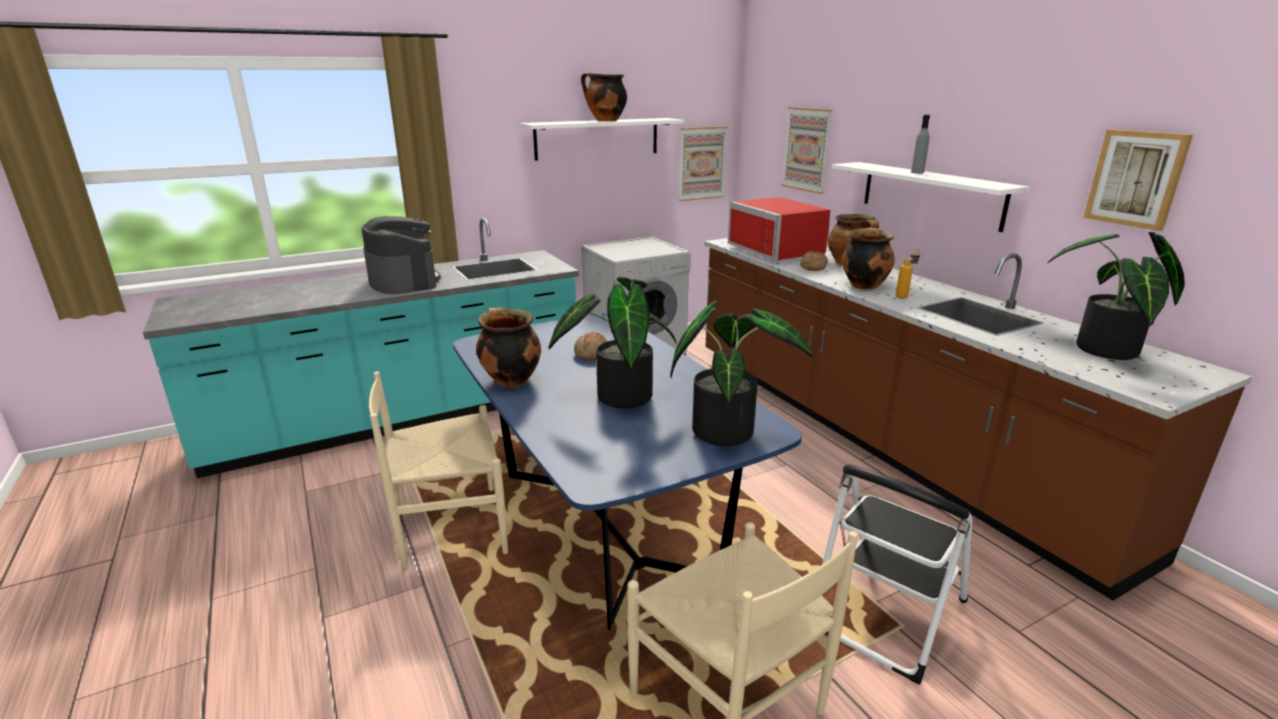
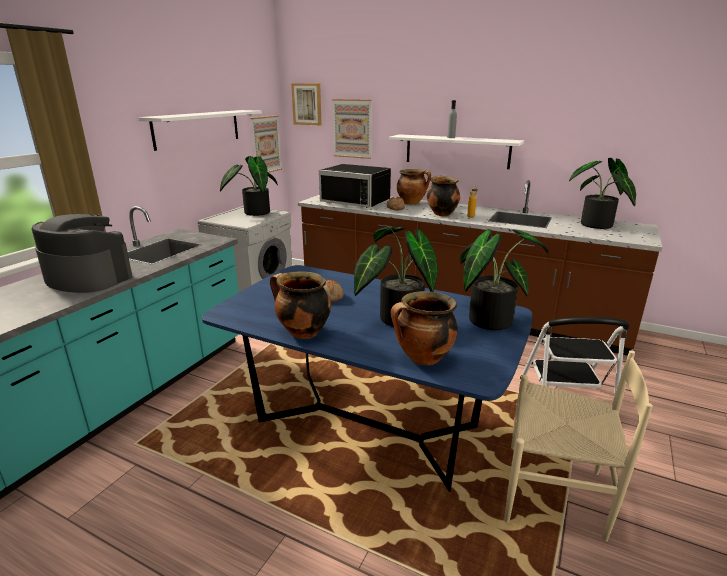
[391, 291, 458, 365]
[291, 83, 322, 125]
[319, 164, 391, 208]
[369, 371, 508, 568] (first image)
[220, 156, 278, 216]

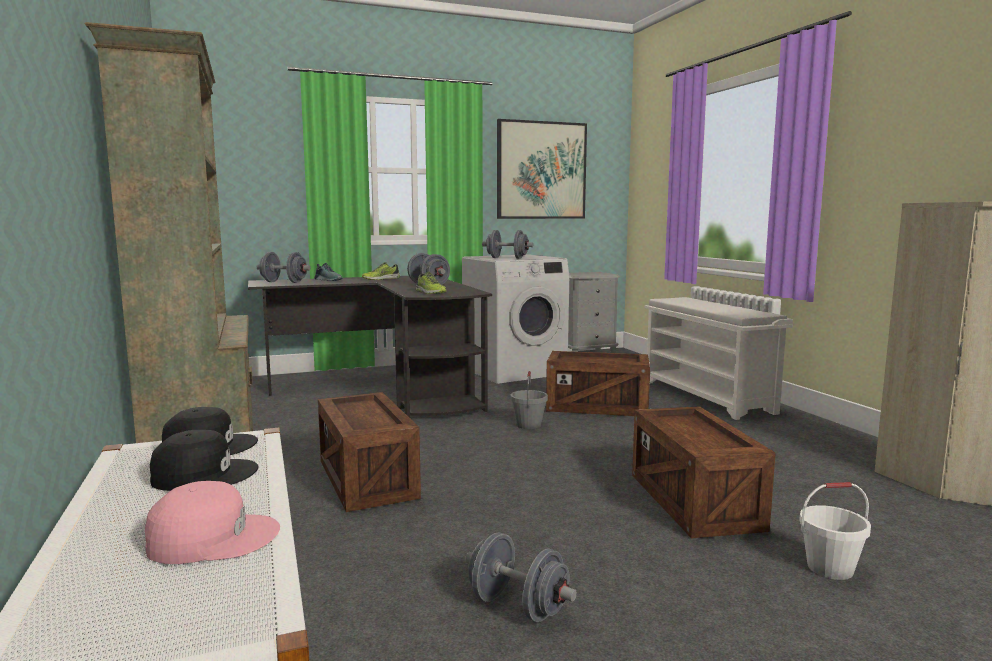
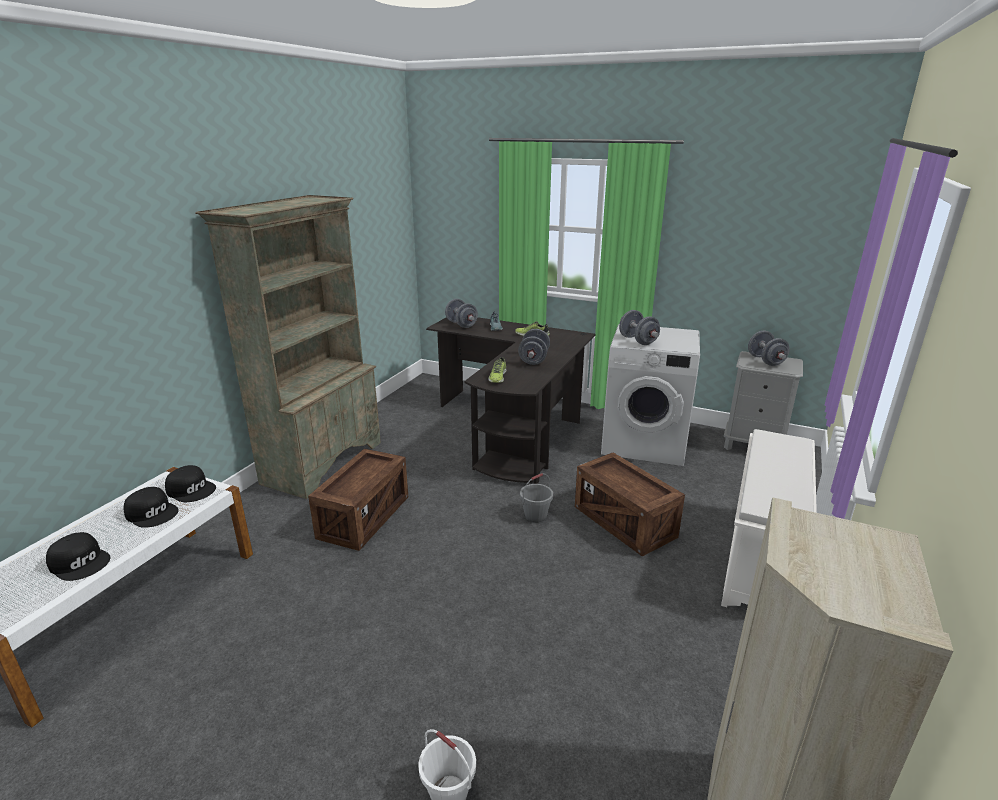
[497, 119, 587, 219] (first image)
[632, 406, 776, 538] (first image)
[46, 532, 110, 581]
[748, 331, 790, 366]

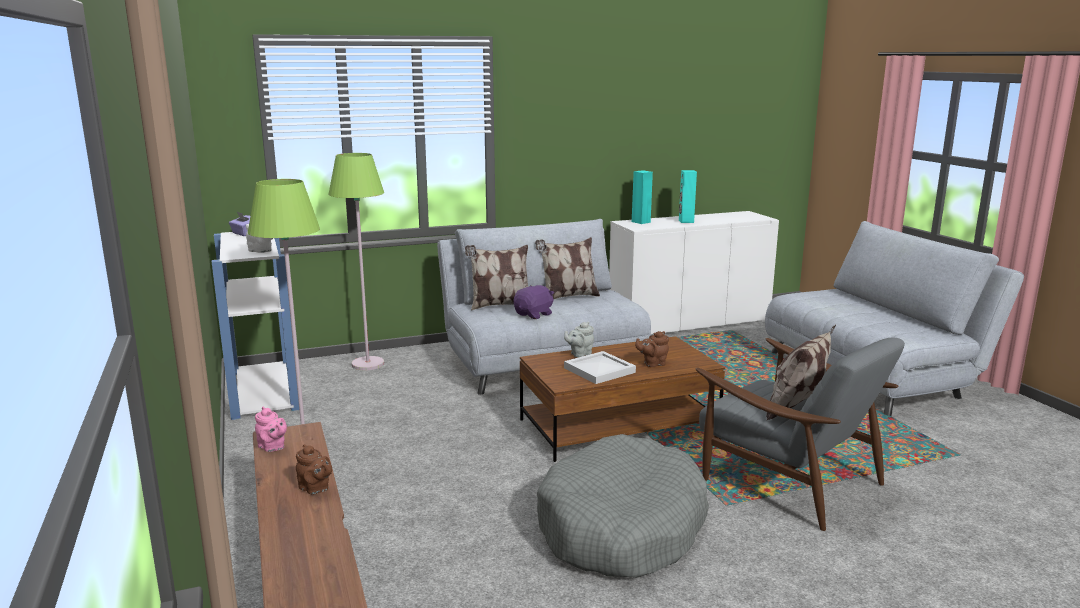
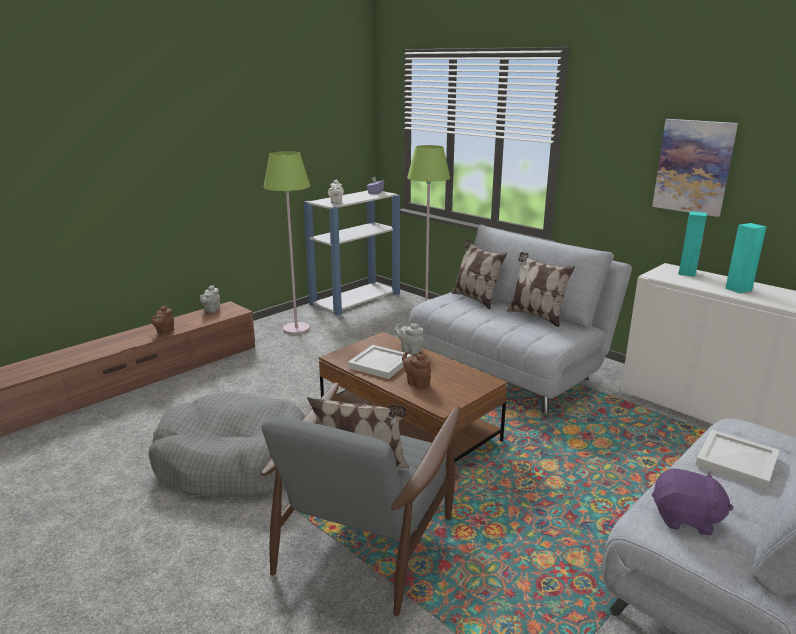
[652, 468, 733, 535]
[200, 285, 220, 313]
[652, 119, 738, 217]
[695, 430, 780, 489]

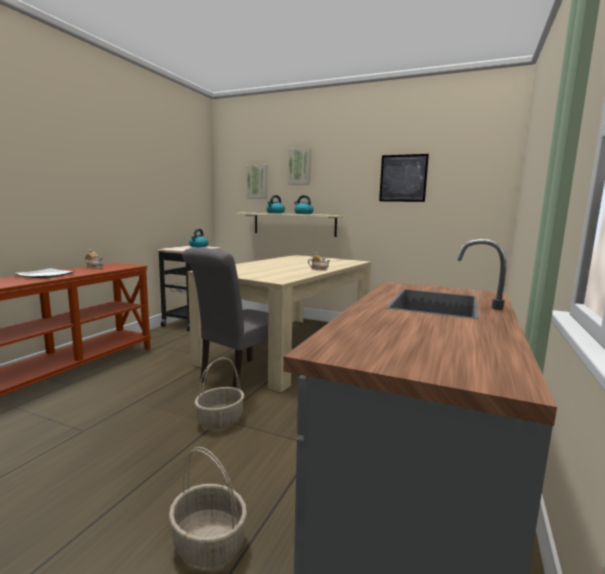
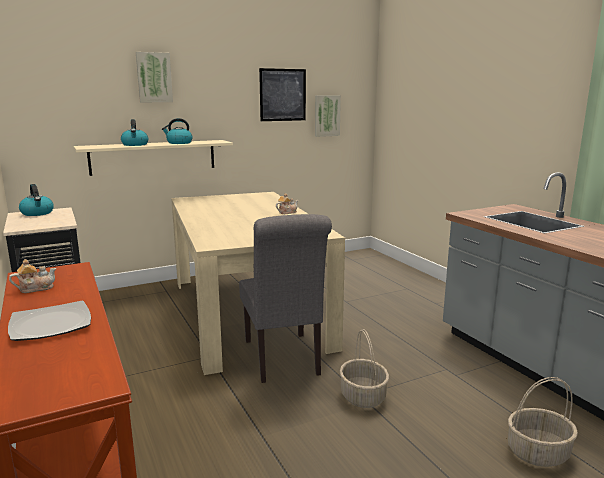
[315, 95, 341, 137]

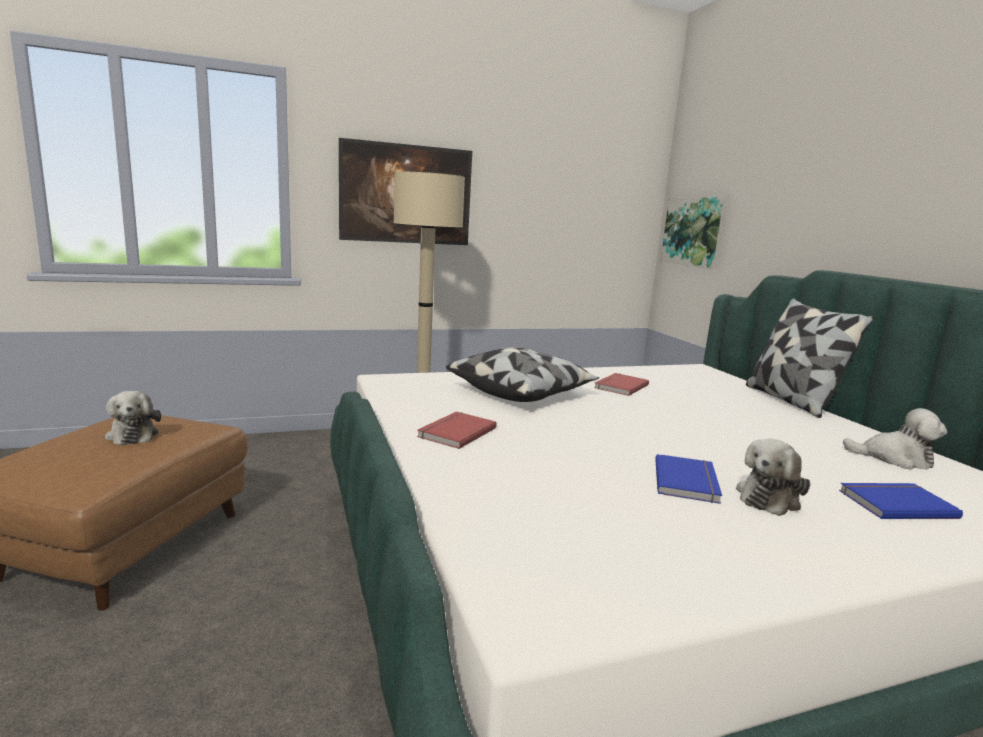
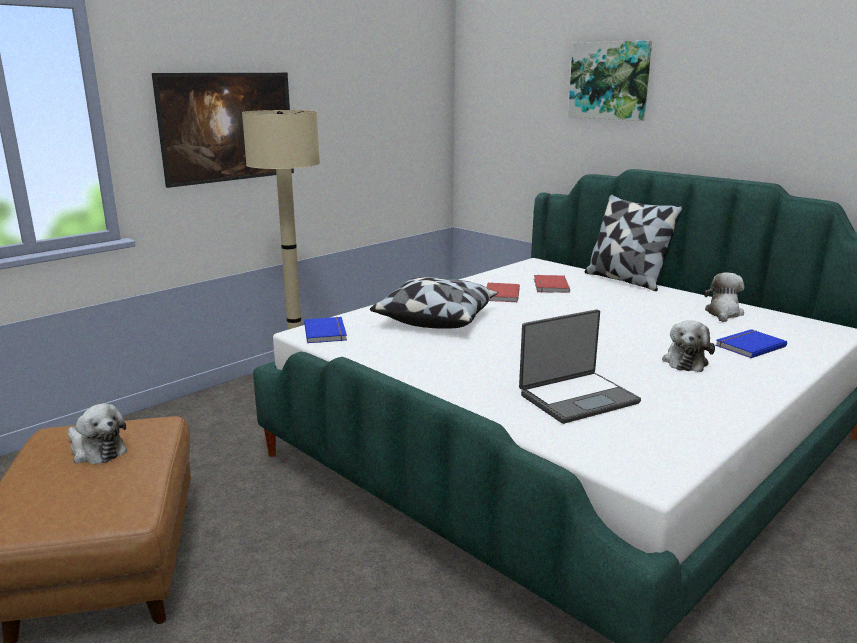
[568, 41, 652, 121]
[704, 272, 744, 322]
[534, 275, 570, 293]
[304, 317, 347, 343]
[519, 309, 641, 424]

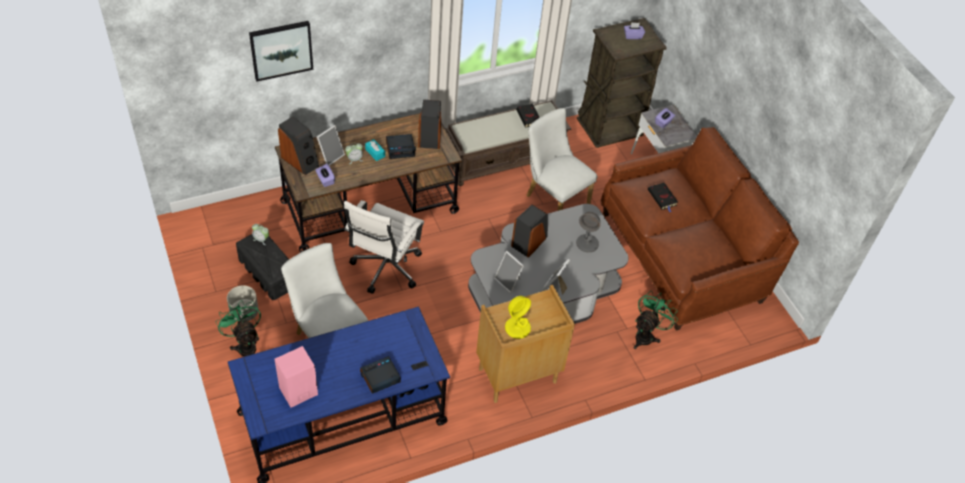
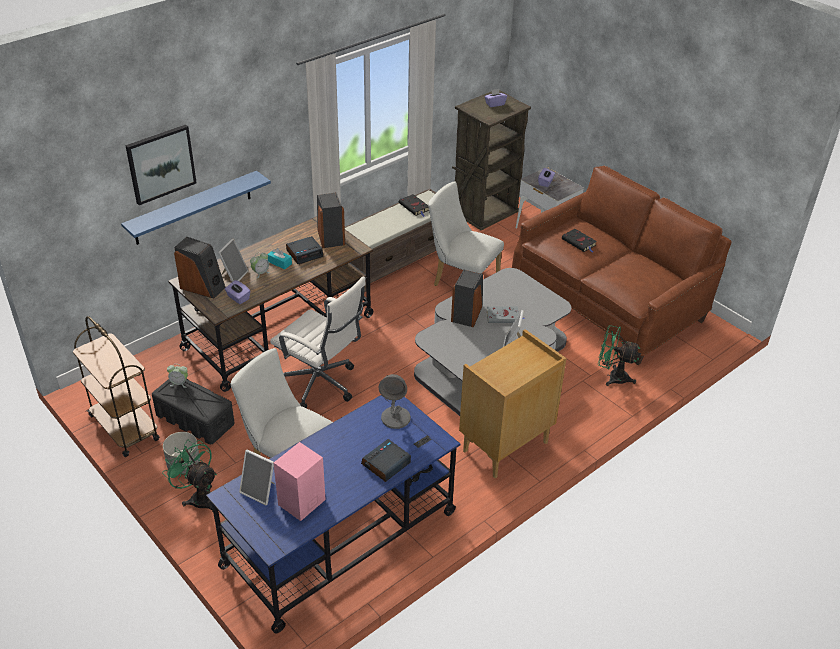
[270, 276, 365, 408]
[379, 374, 411, 429]
[239, 449, 274, 505]
[598, 325, 641, 386]
[505, 296, 531, 339] (first image)
[121, 171, 271, 245]
[487, 307, 525, 323]
[73, 316, 159, 457]

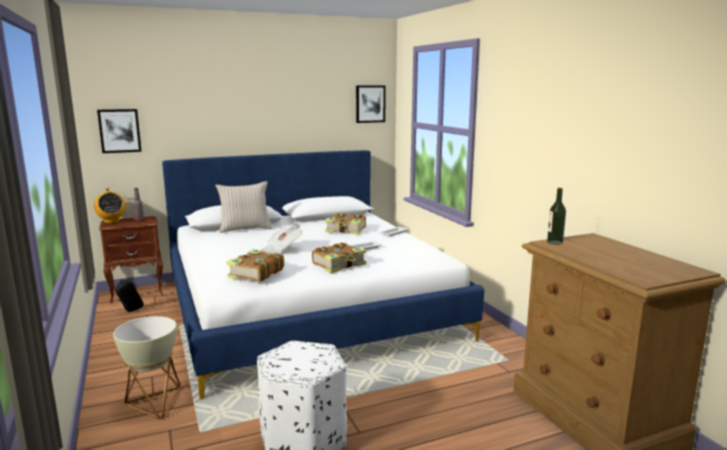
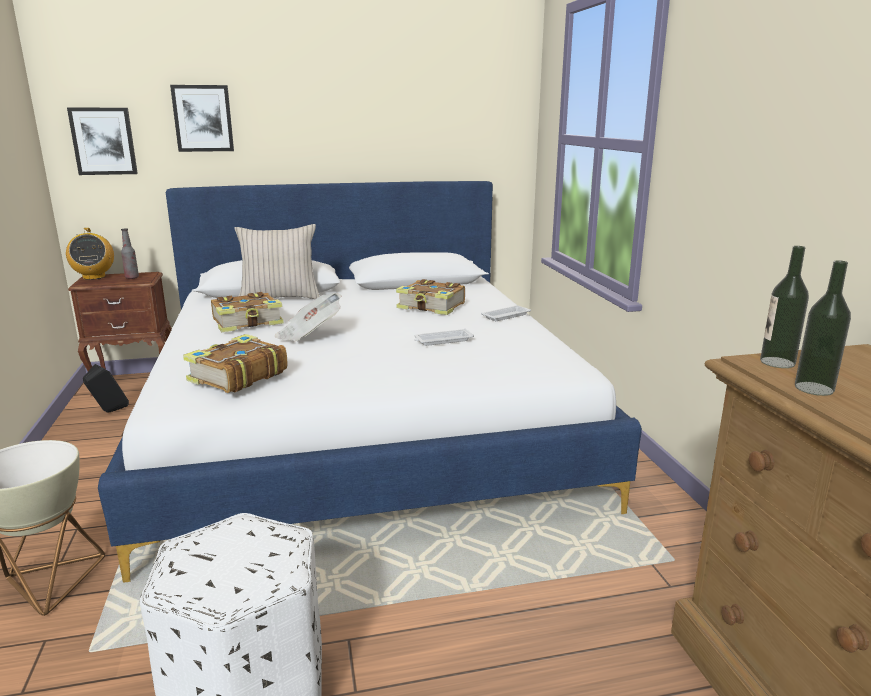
[170, 85, 234, 152]
[211, 292, 284, 332]
[795, 260, 851, 396]

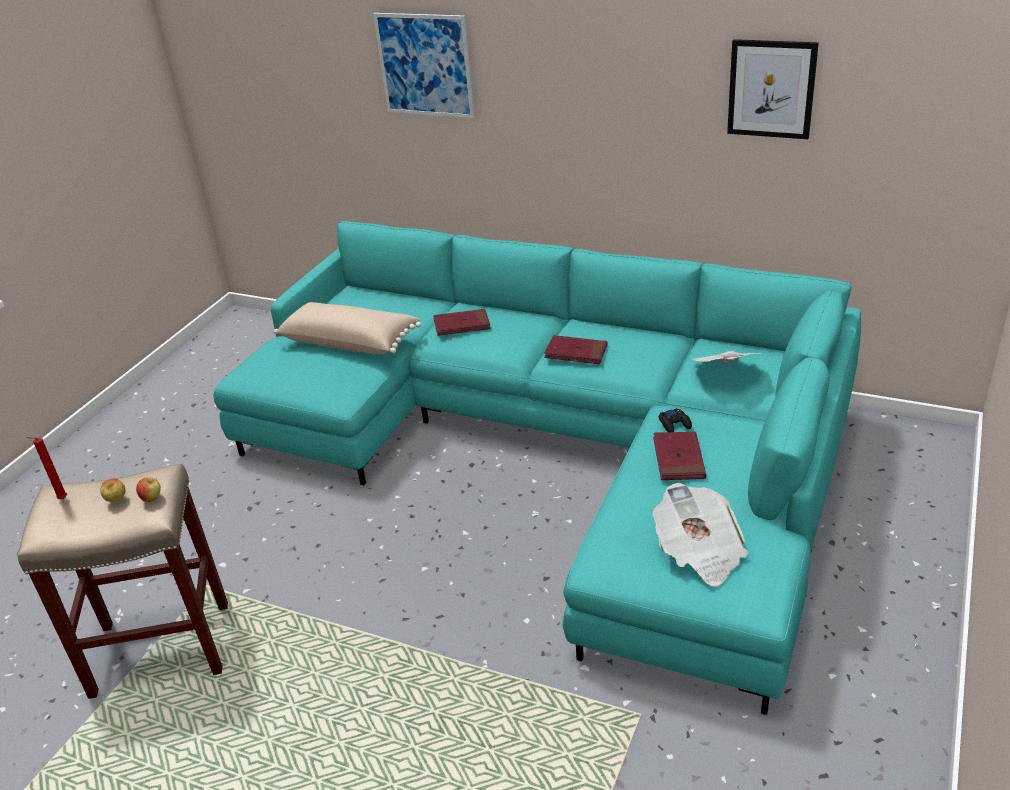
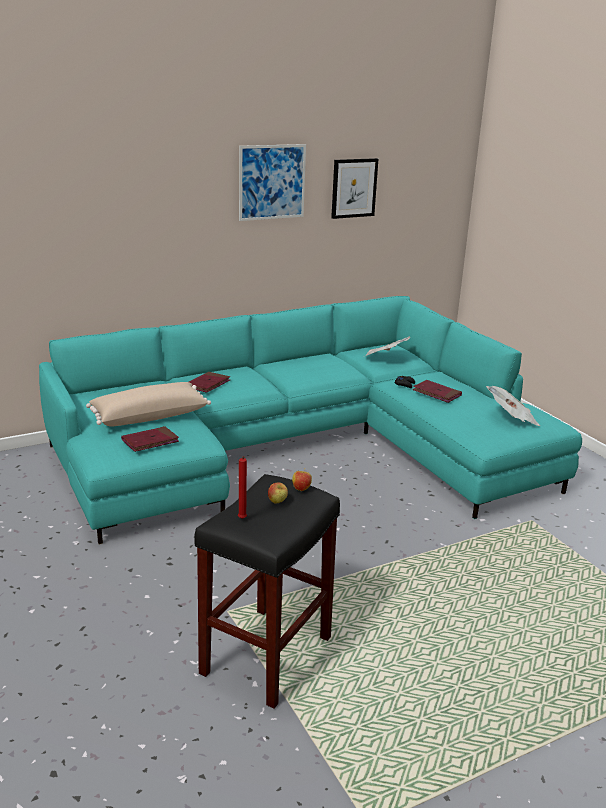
[239, 144, 306, 221]
[121, 426, 179, 452]
[194, 474, 340, 709]

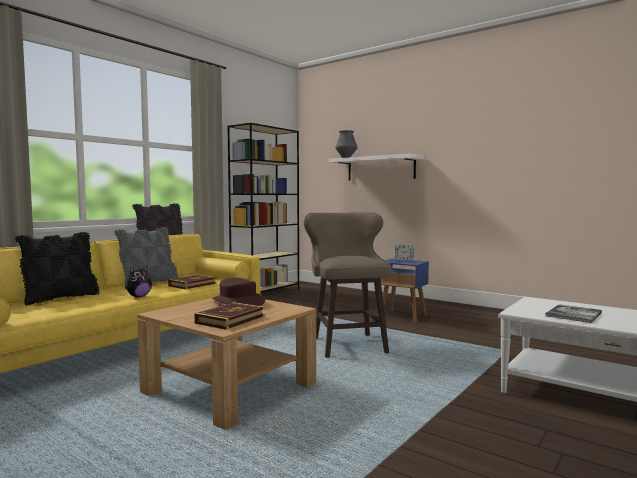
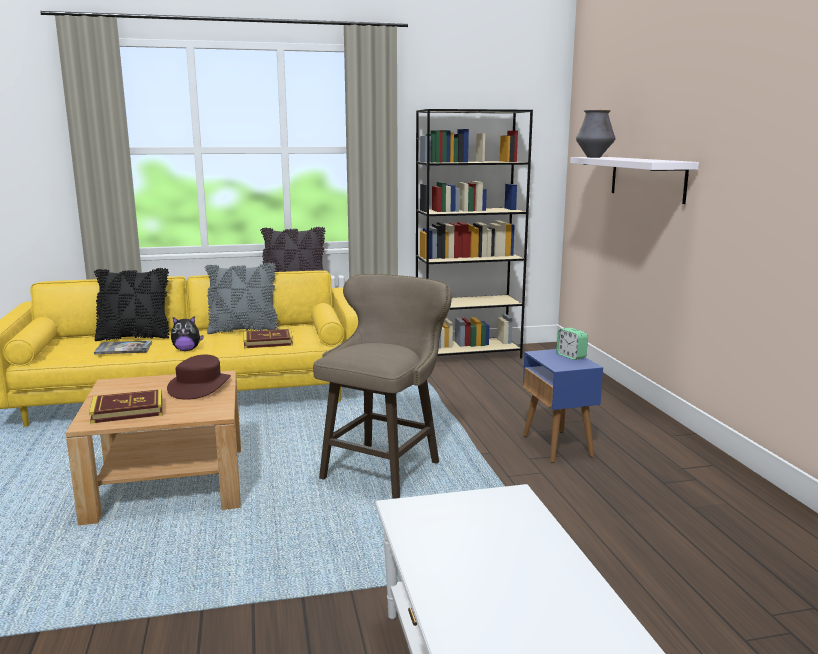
[94, 341, 152, 354]

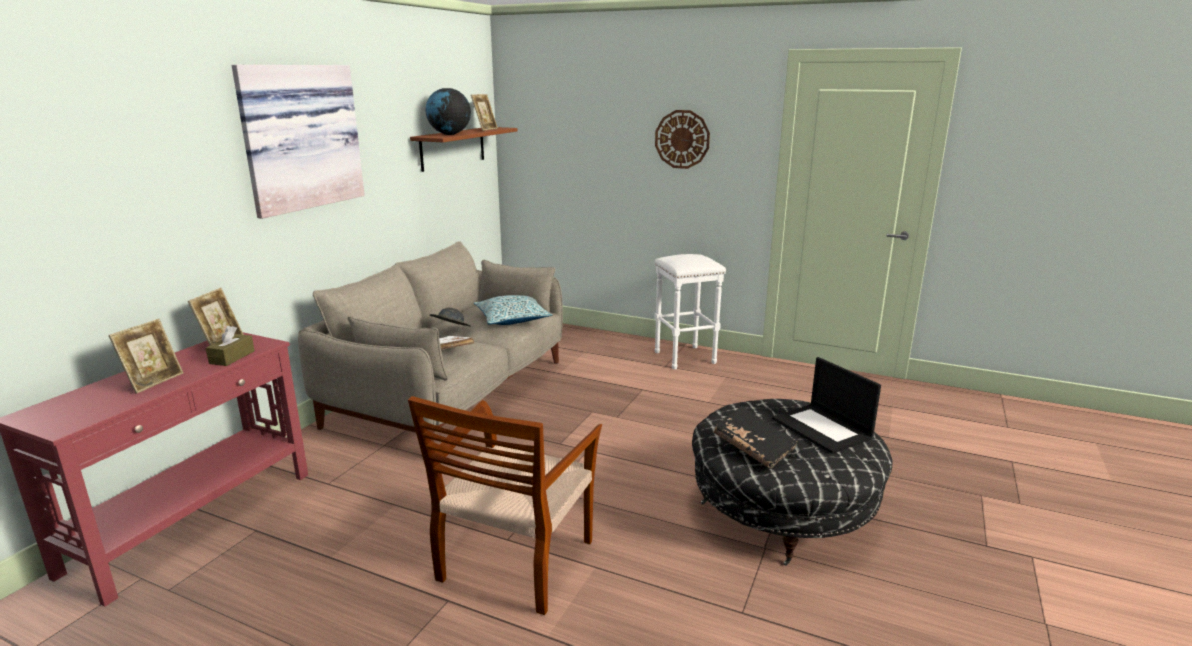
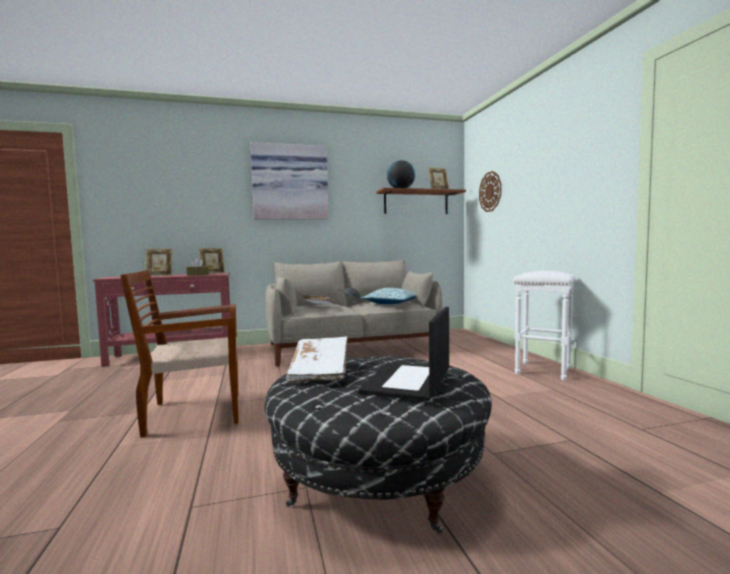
[479, 171, 501, 212]
[286, 337, 348, 382]

